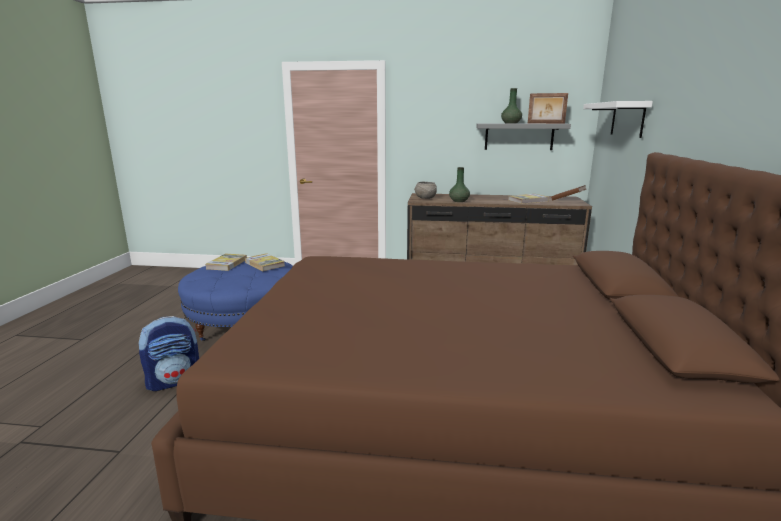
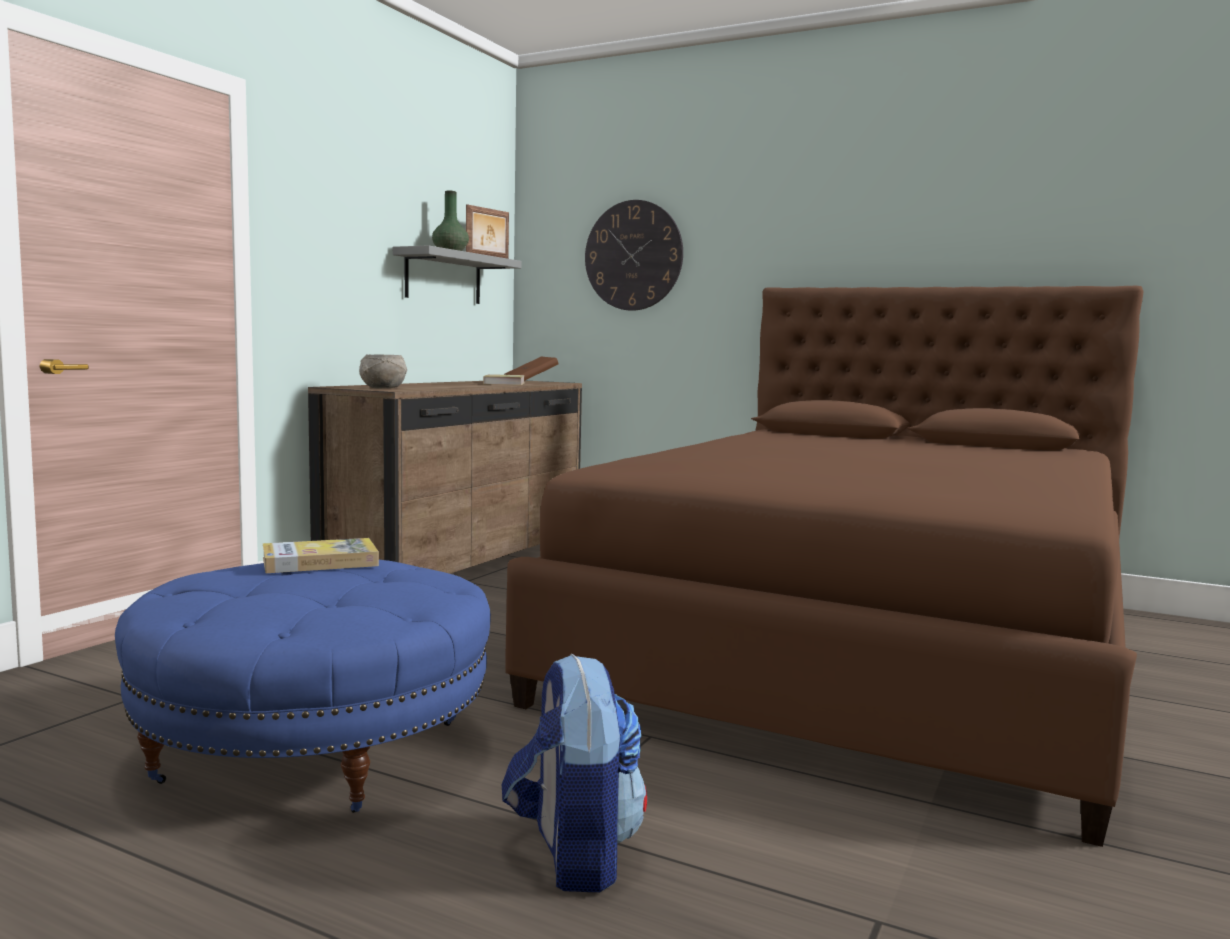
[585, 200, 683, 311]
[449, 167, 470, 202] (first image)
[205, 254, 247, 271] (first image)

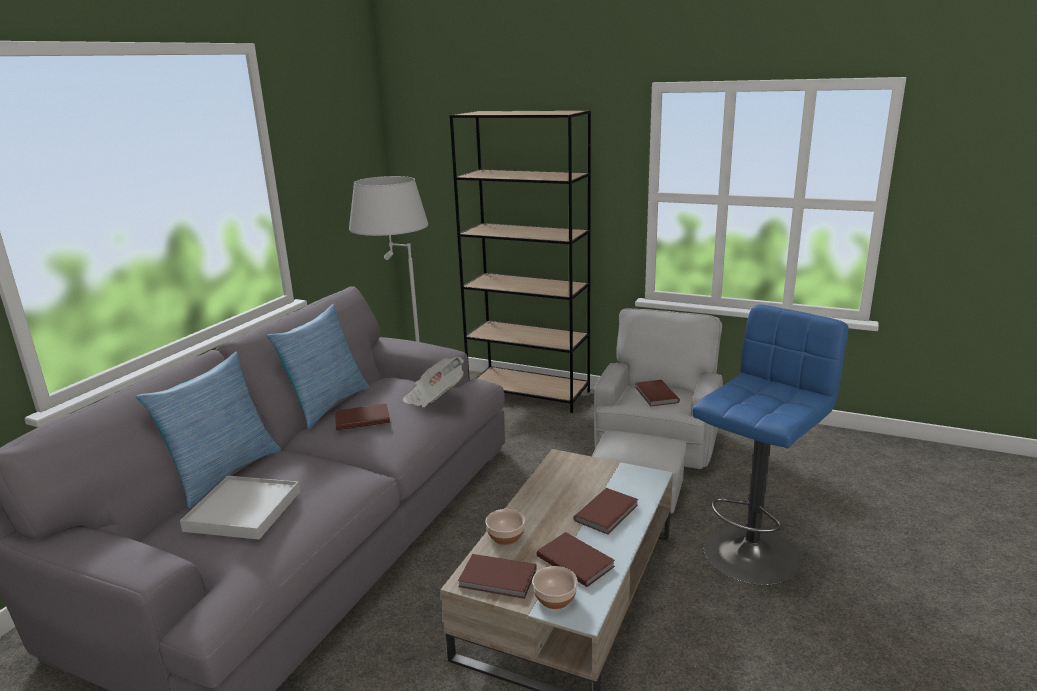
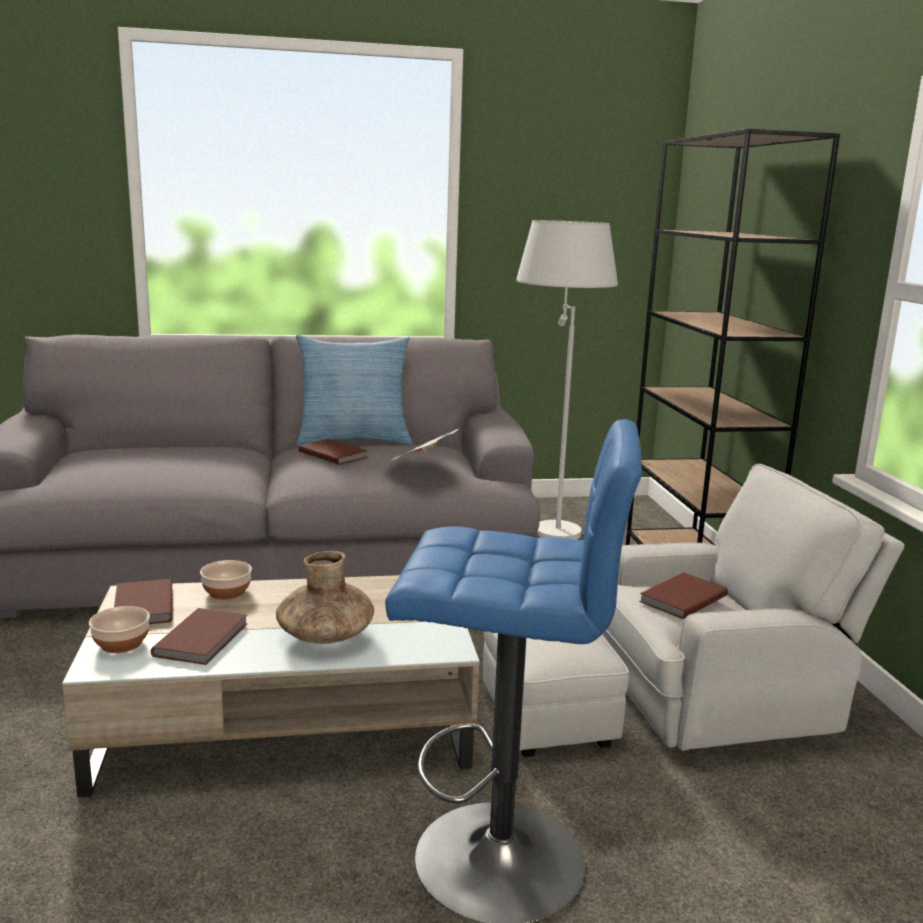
[136, 352, 281, 508] (first image)
[180, 476, 300, 540] (first image)
[276, 551, 374, 644]

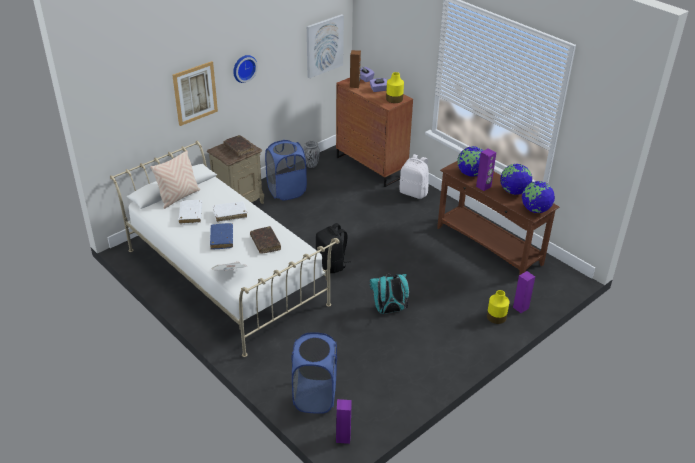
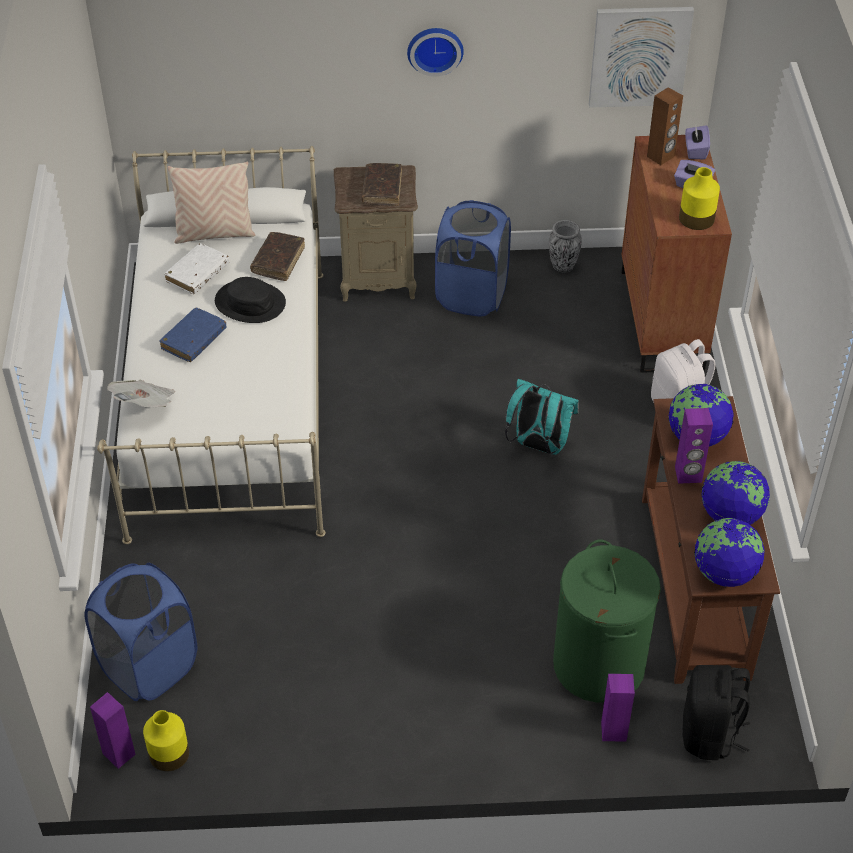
[172, 61, 218, 126] (first image)
[215, 277, 286, 323]
[682, 665, 750, 760]
[250, 232, 305, 281]
[505, 379, 579, 455]
[143, 710, 189, 771]
[553, 540, 661, 703]

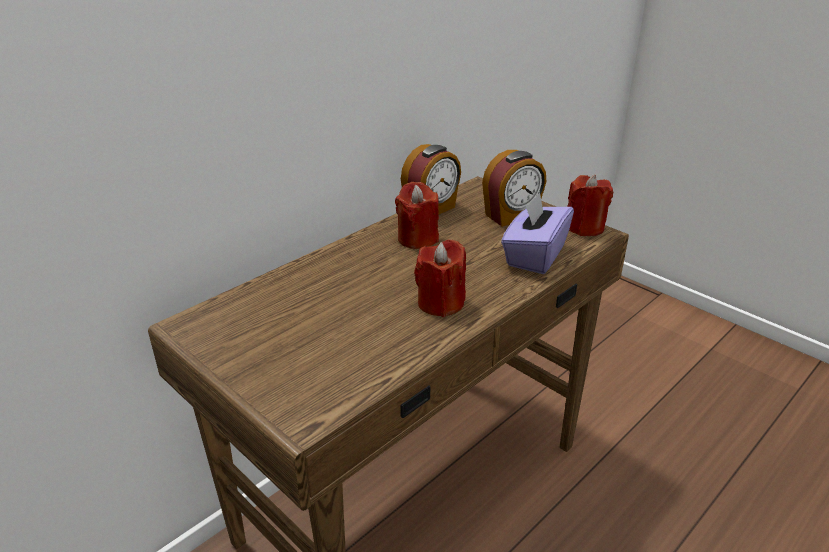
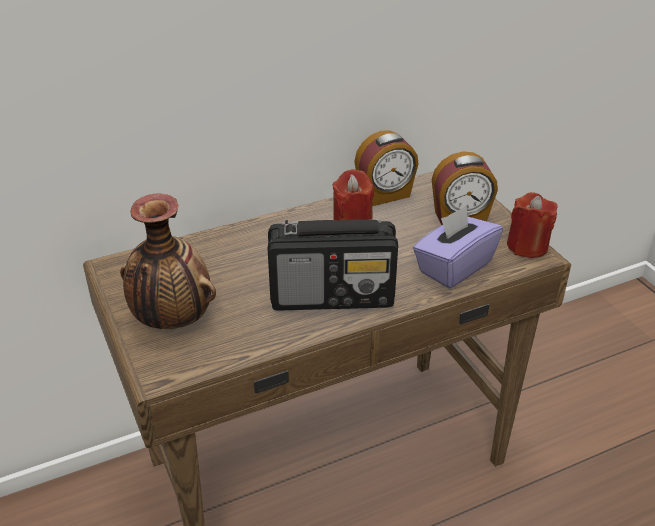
[268, 219, 398, 311]
[120, 193, 216, 329]

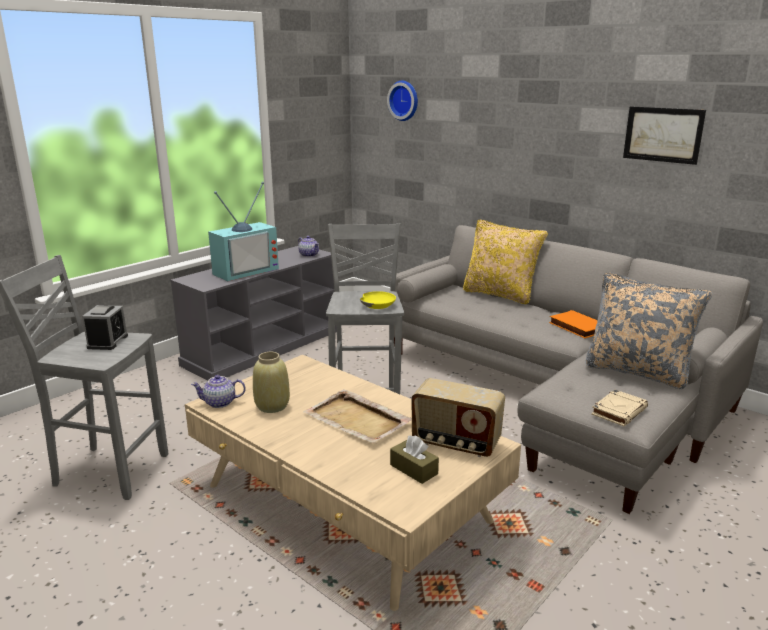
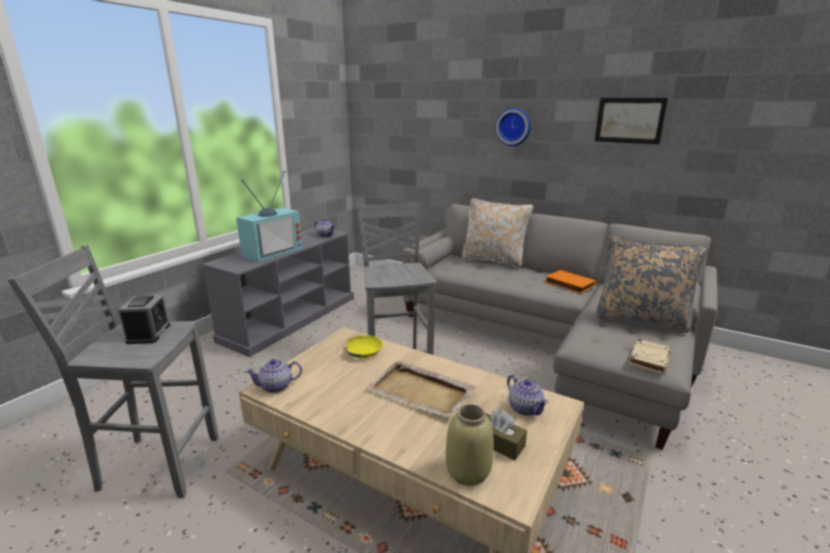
[496, 107, 531, 146]
[462, 198, 534, 268]
[345, 335, 383, 358]
[446, 404, 494, 486]
[507, 375, 549, 416]

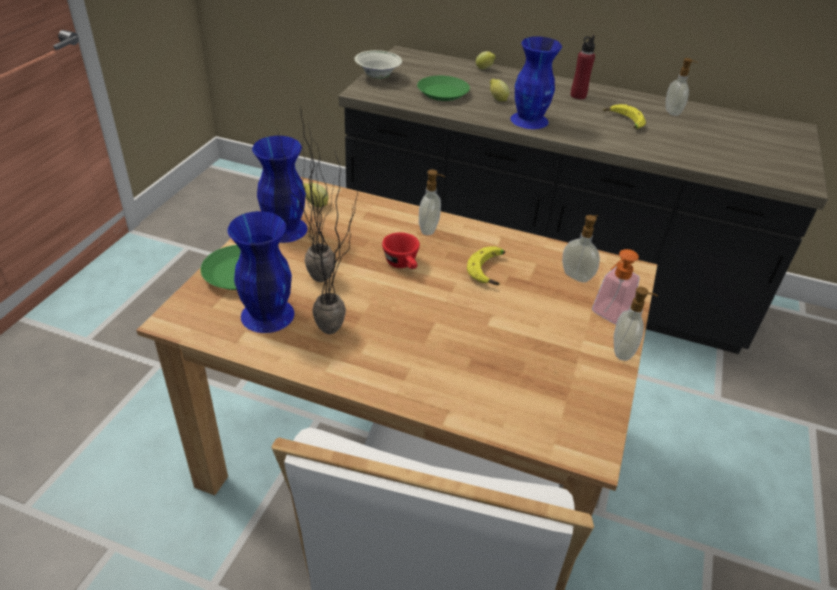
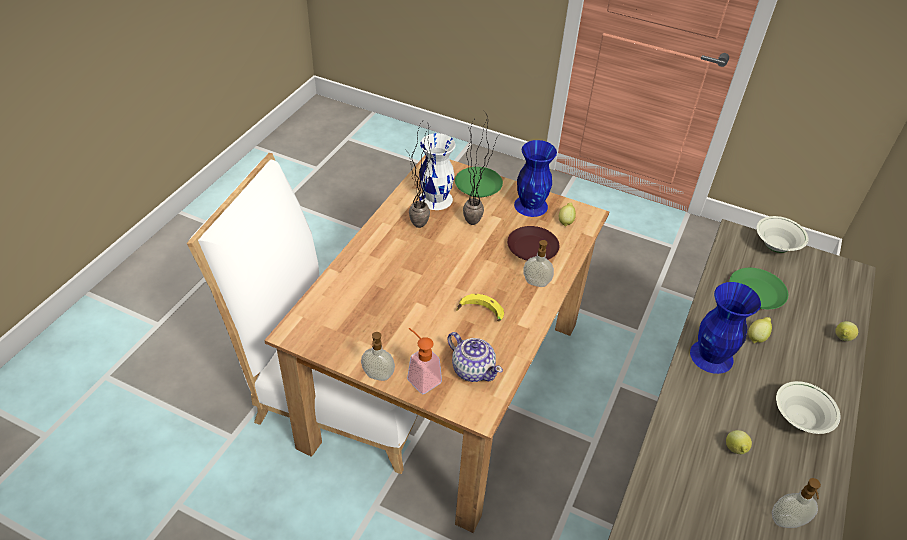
[776, 381, 840, 434]
[726, 430, 752, 454]
[419, 133, 456, 210]
[447, 332, 503, 382]
[382, 232, 420, 269] (first image)
[507, 226, 559, 261]

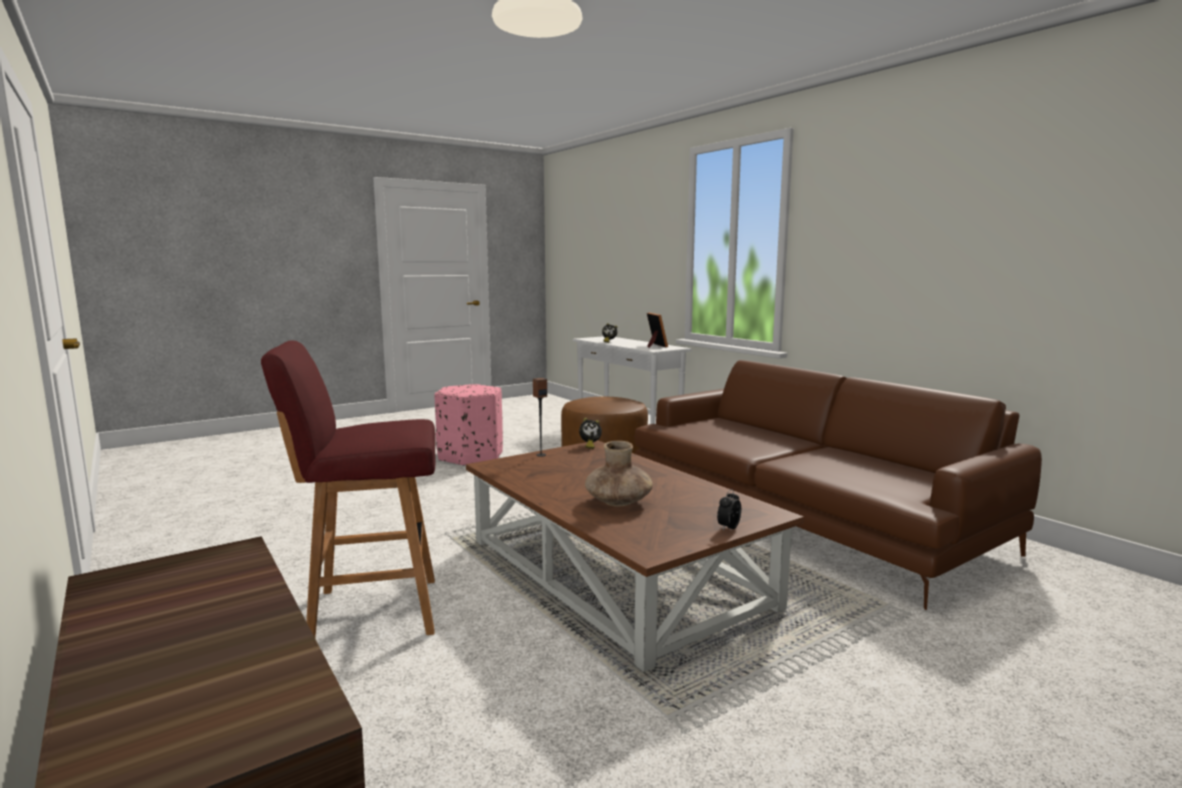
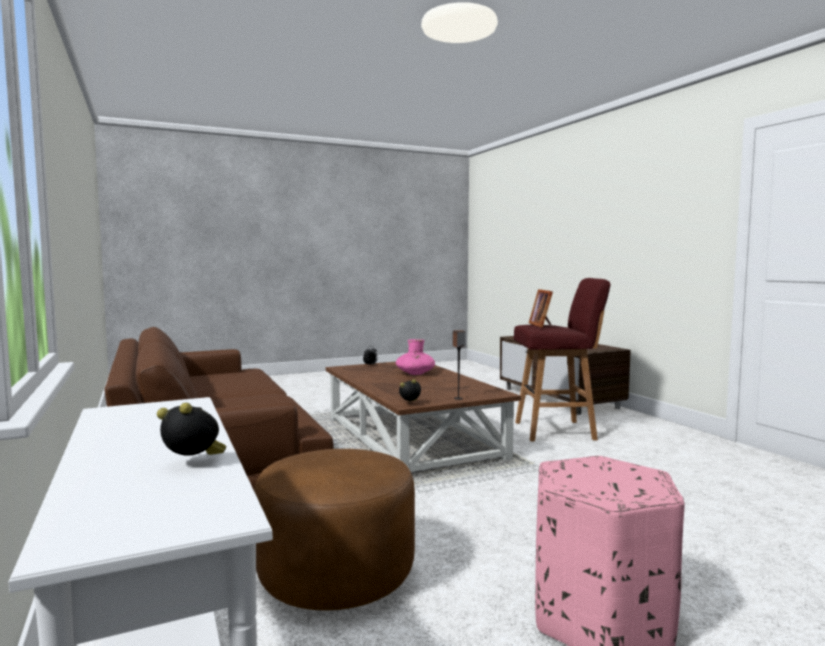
[529, 289, 553, 328]
[396, 339, 435, 375]

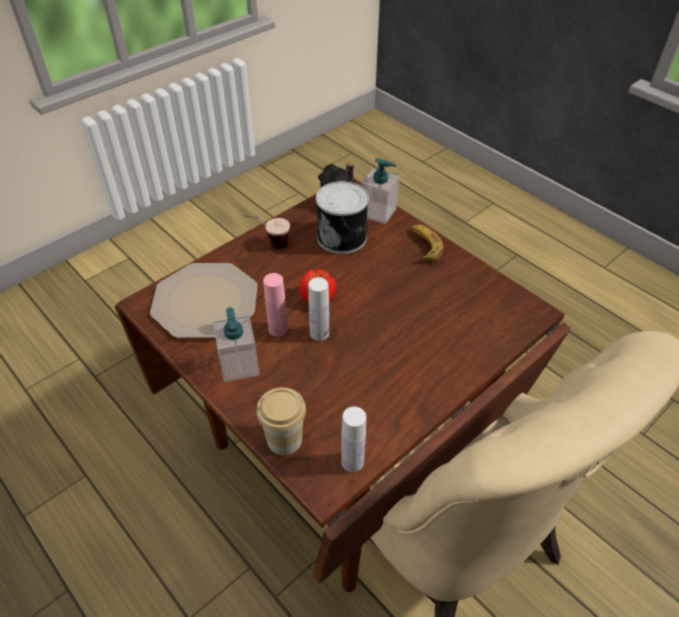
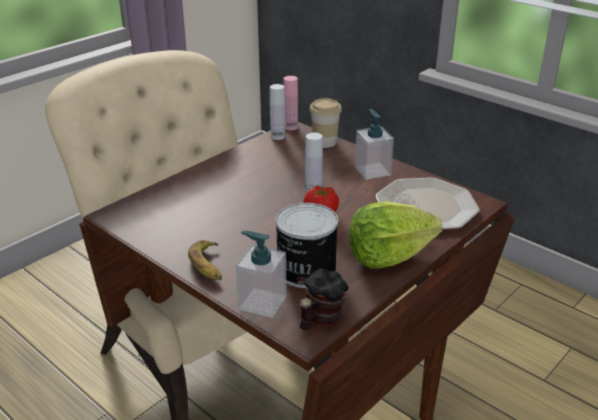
[349, 201, 442, 269]
[283, 76, 298, 130]

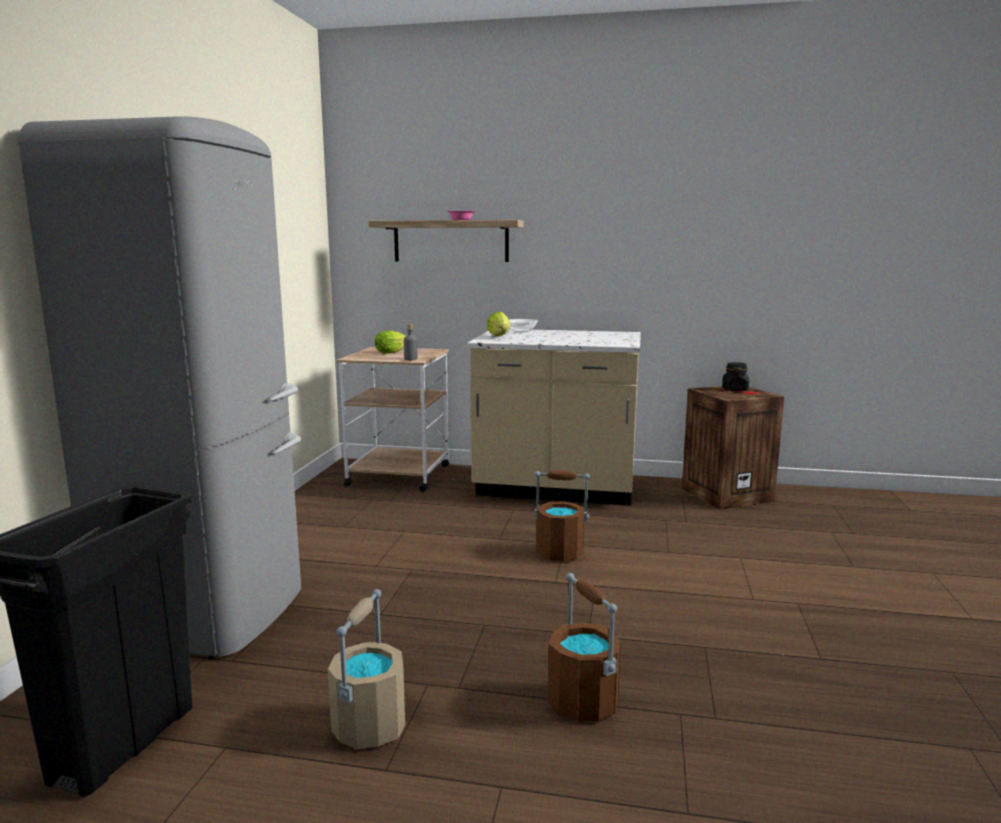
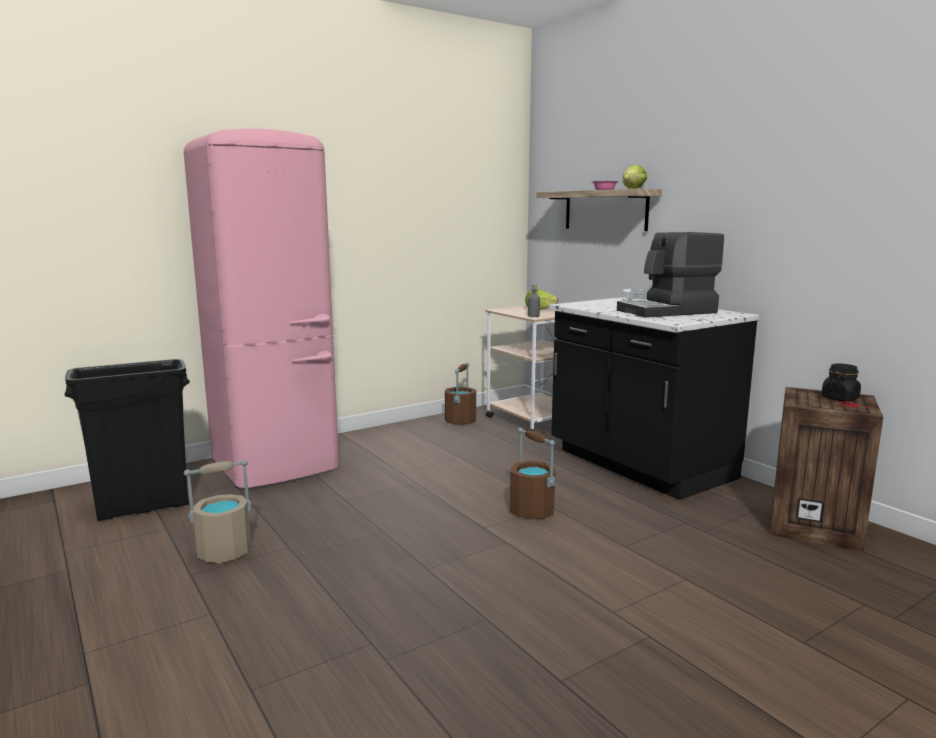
[184, 129, 339, 488]
[622, 165, 647, 189]
[549, 297, 759, 500]
[445, 362, 476, 425]
[617, 232, 724, 318]

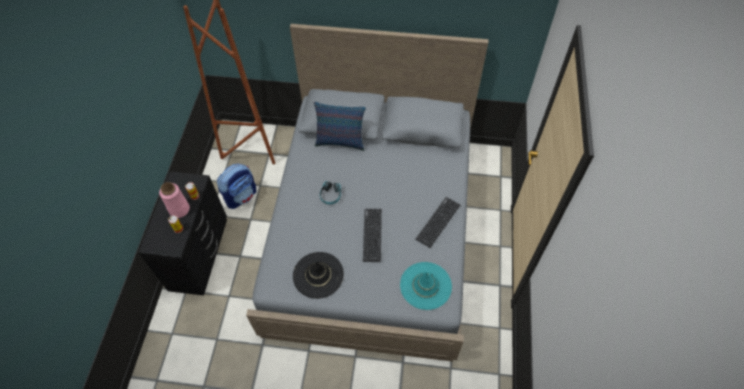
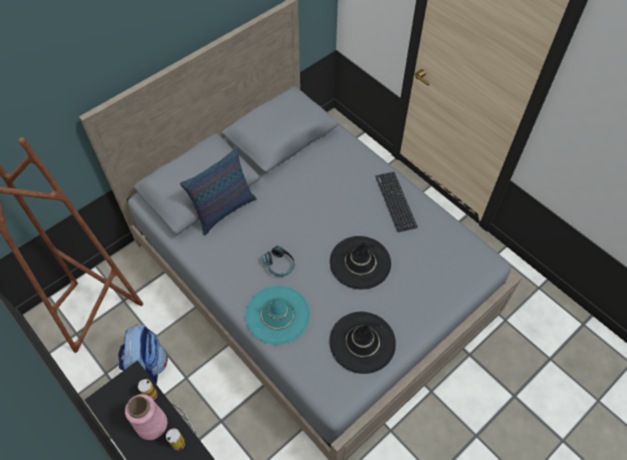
[330, 236, 391, 289]
[245, 285, 310, 345]

